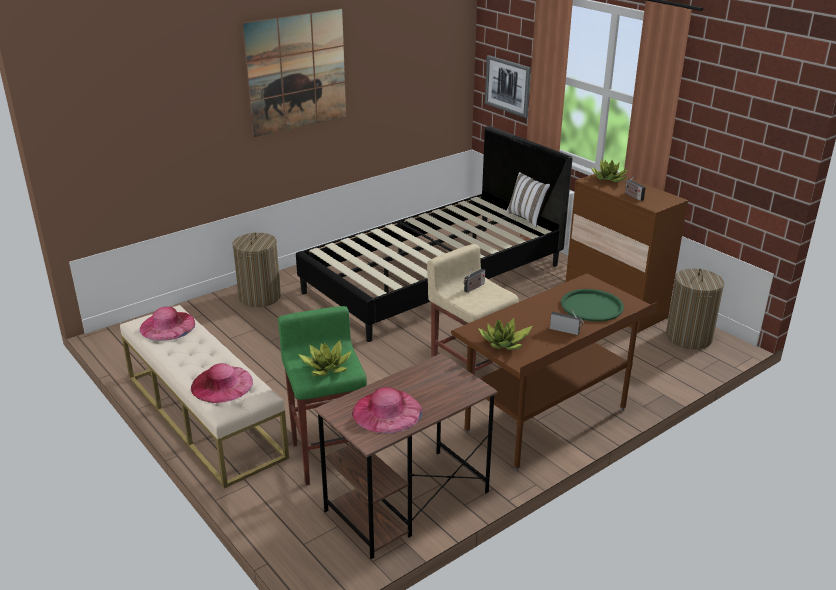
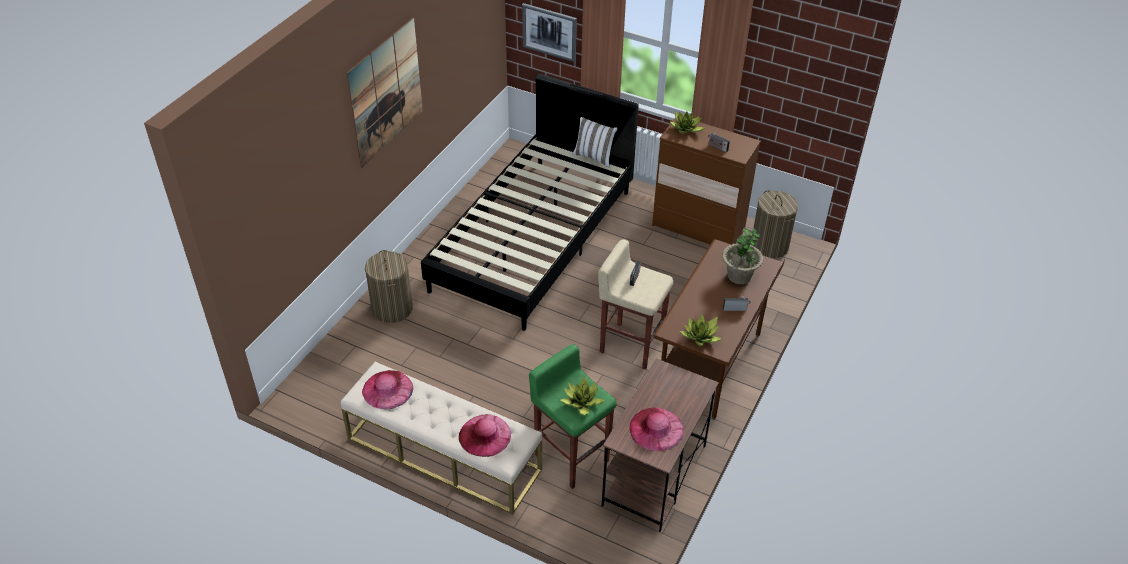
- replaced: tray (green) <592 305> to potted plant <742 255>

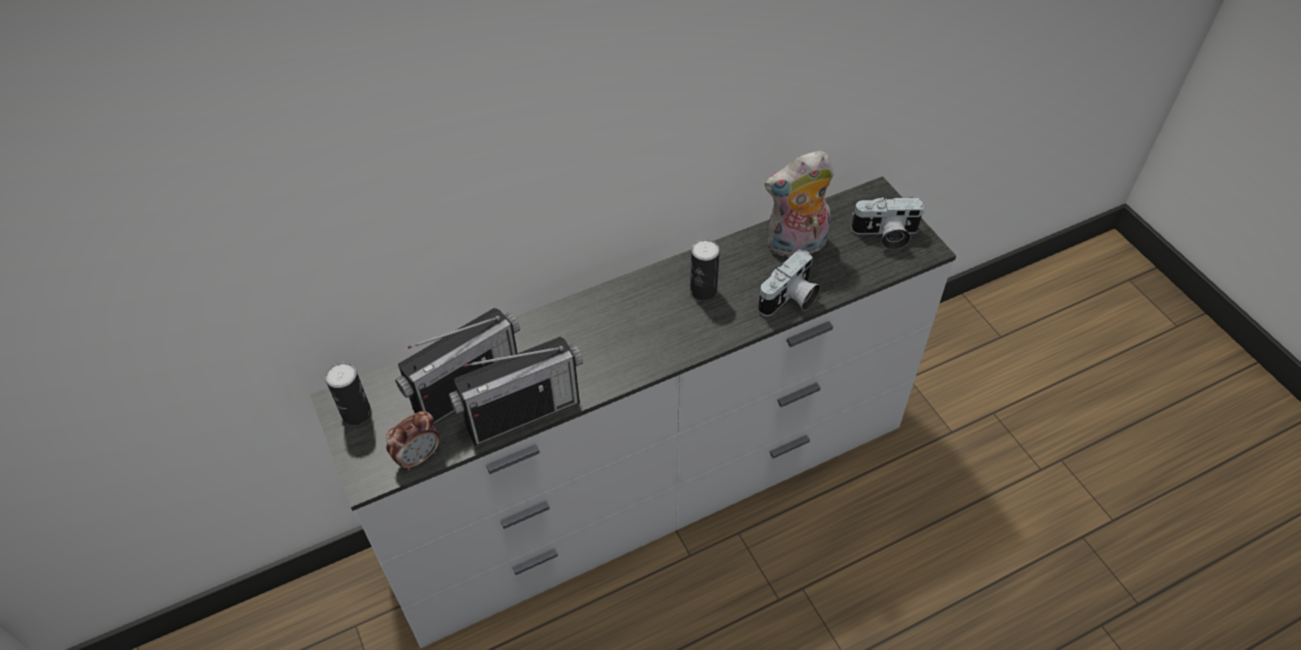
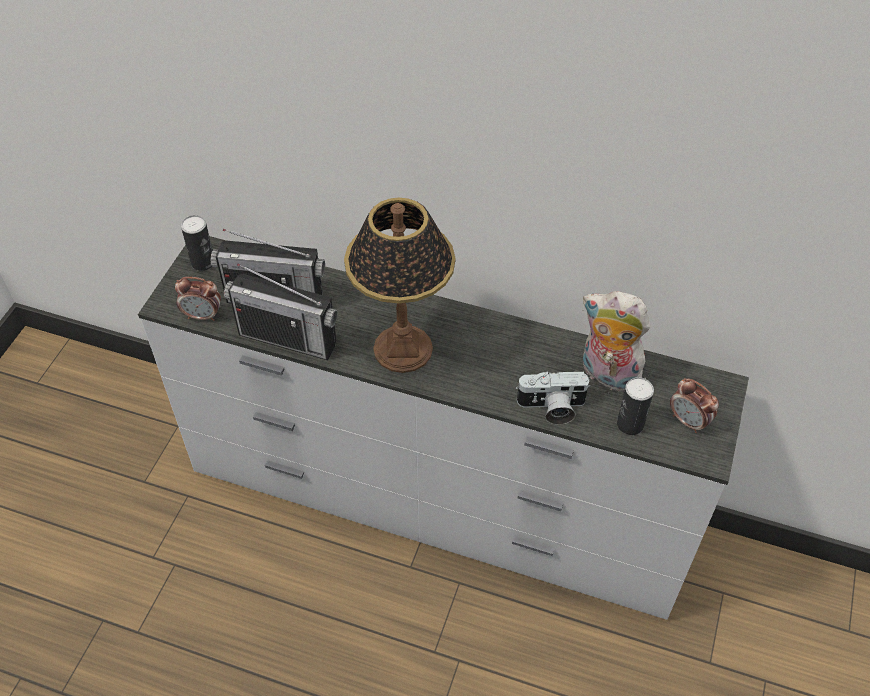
- moved: can <705 269> to <635 406>
- replaced: photo camera <888 223> to alarm clock <694 405>
- added: table lamp <399 285>

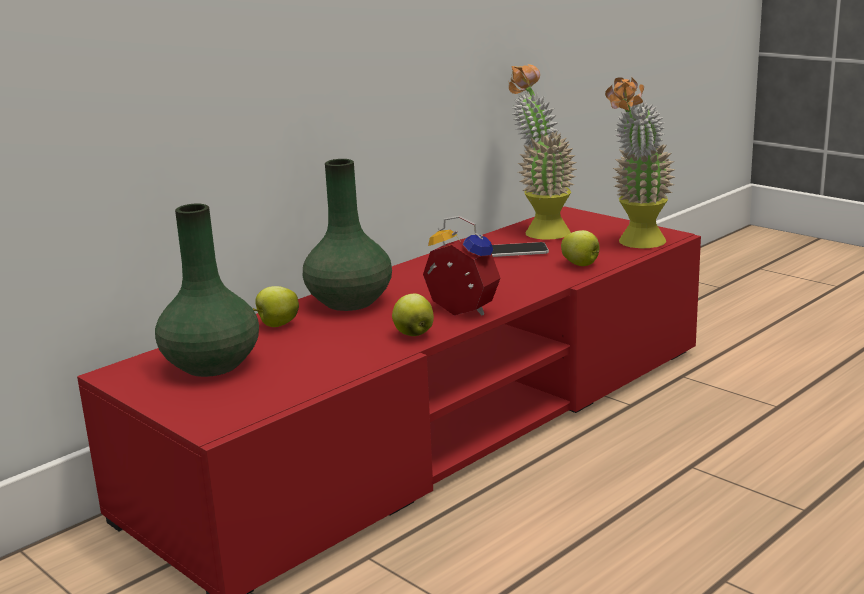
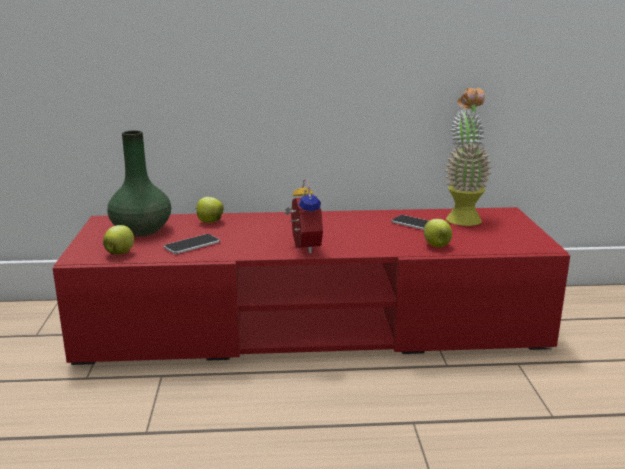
- removed: vase (green) <347 235>
- moved: apple <413 315> to <118 239>
- removed: potted plant <640 163>
- added: phone <192 244>

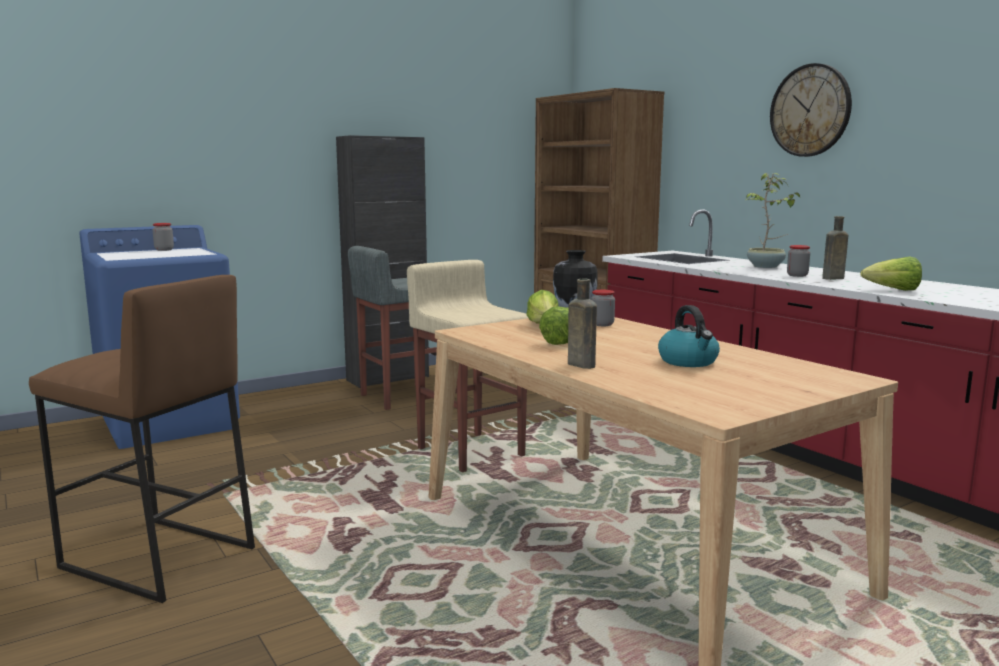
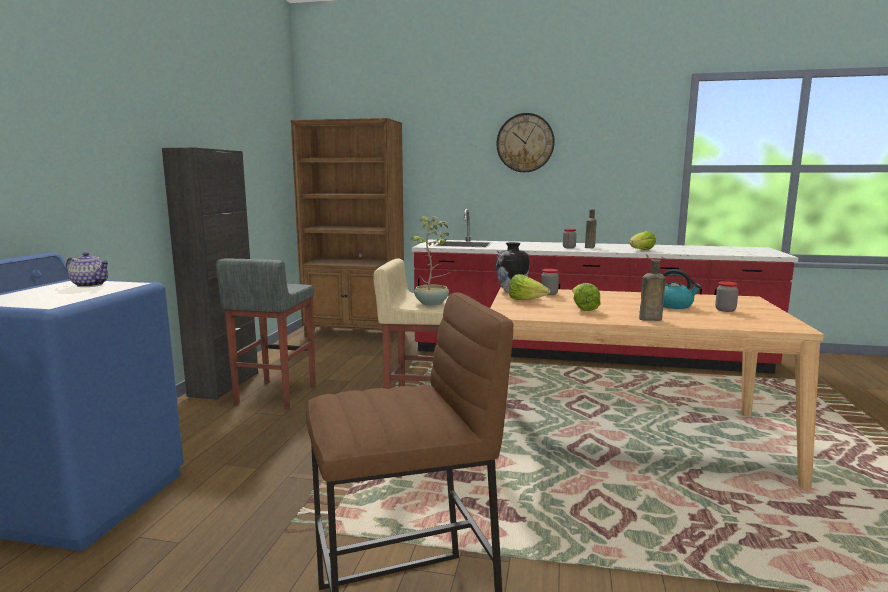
- moved: jar <163 237> to <727 296>
- moved: potted plant <773 220> to <431 261>
- added: teapot <87 269>

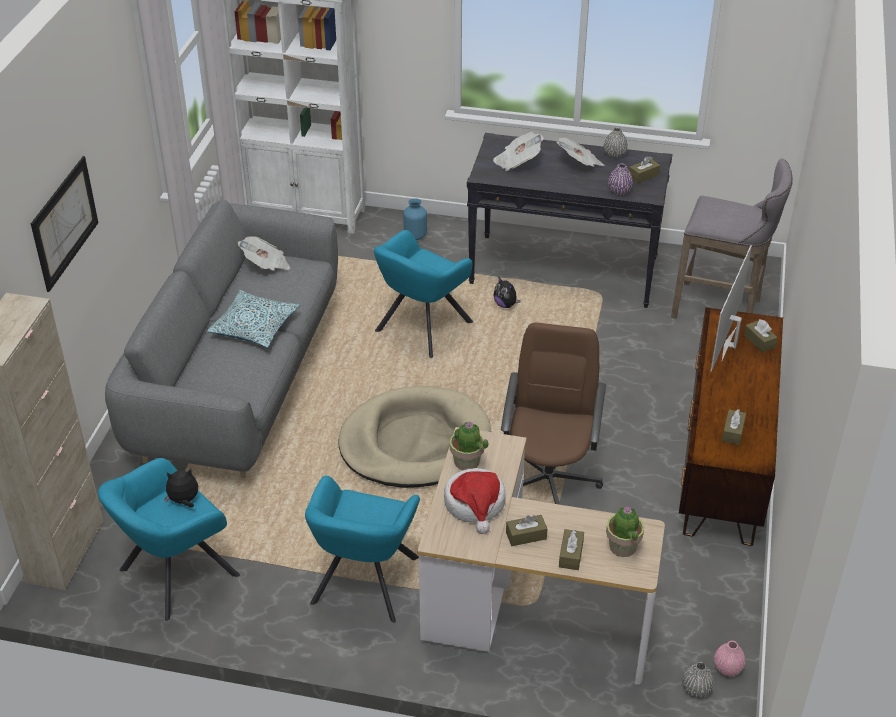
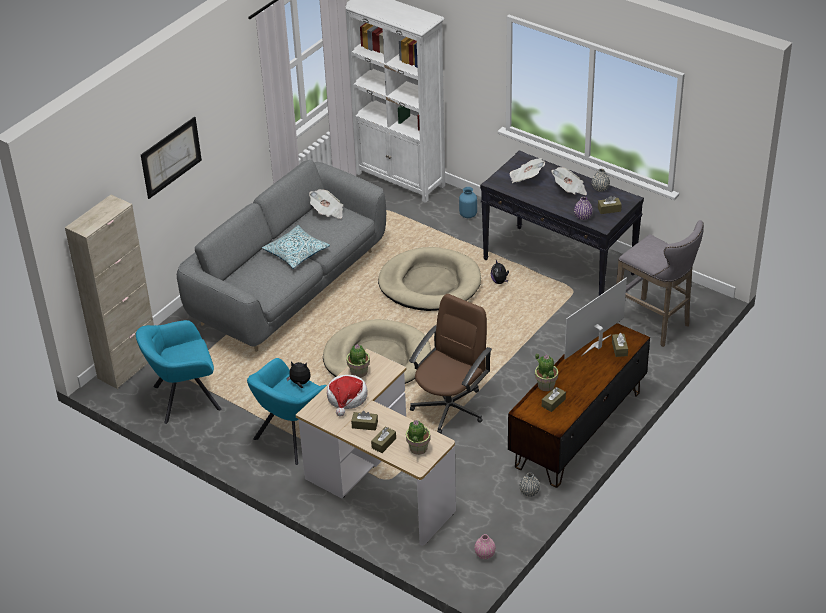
- moved: plush toy <181 488> to <298 375>
- replaced: armchair (turquoise) <423 294> to dog bed (beige) <429 279>
- moved: vase (grey) <698 680> to <529 484>
- added: potted plant <546 372>

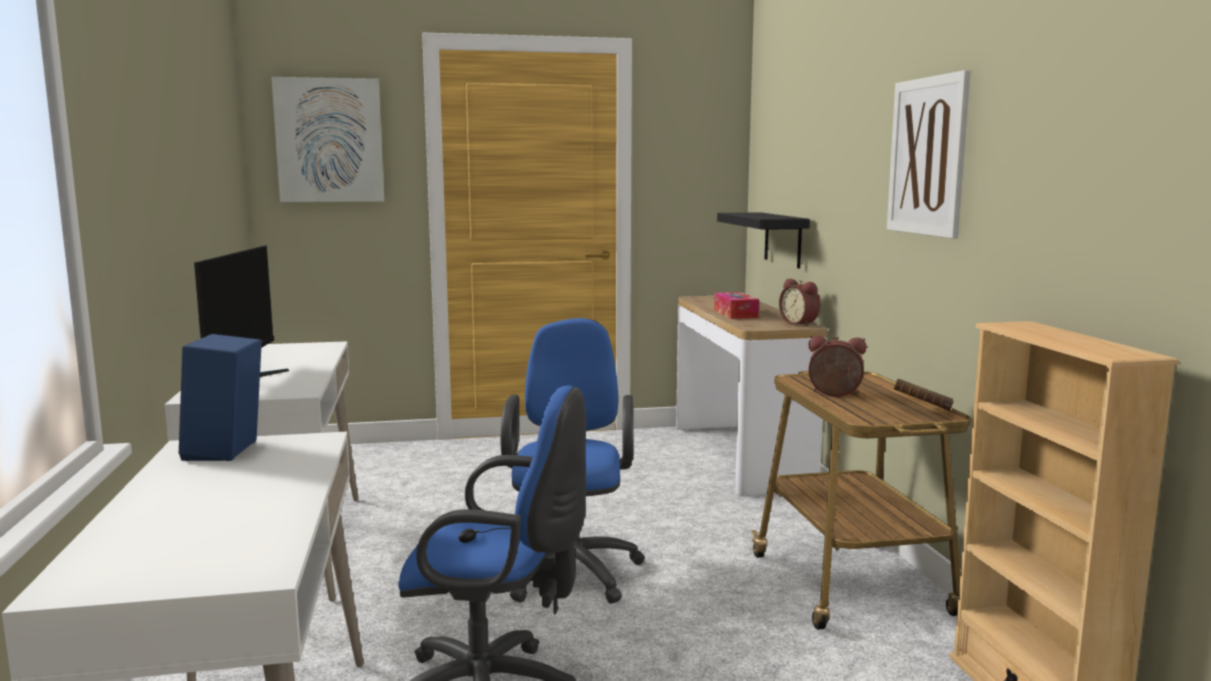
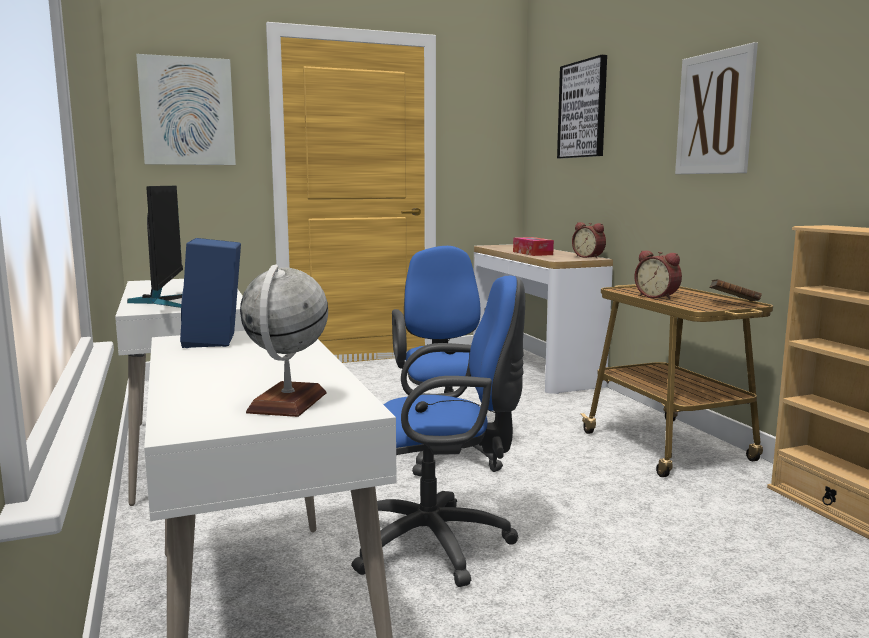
- removed: shelf (black) <763 240>
- turned: alarm clock <837 366> = <658 275> 135 degrees counterclockwise
- added: globe <284 341>
- added: picture <582 106>

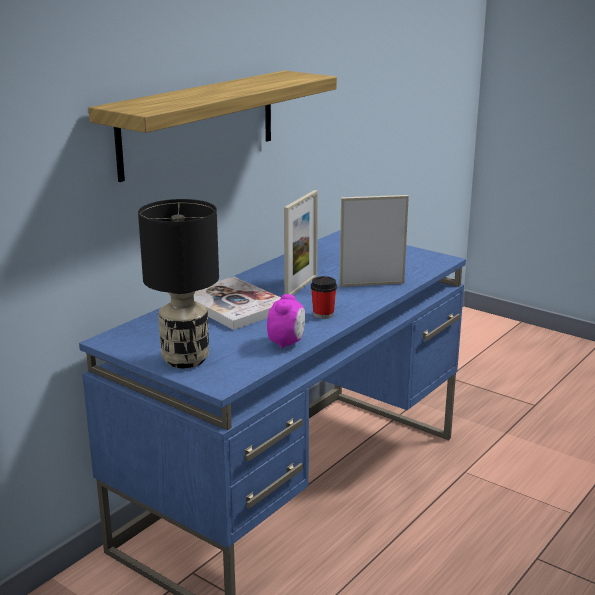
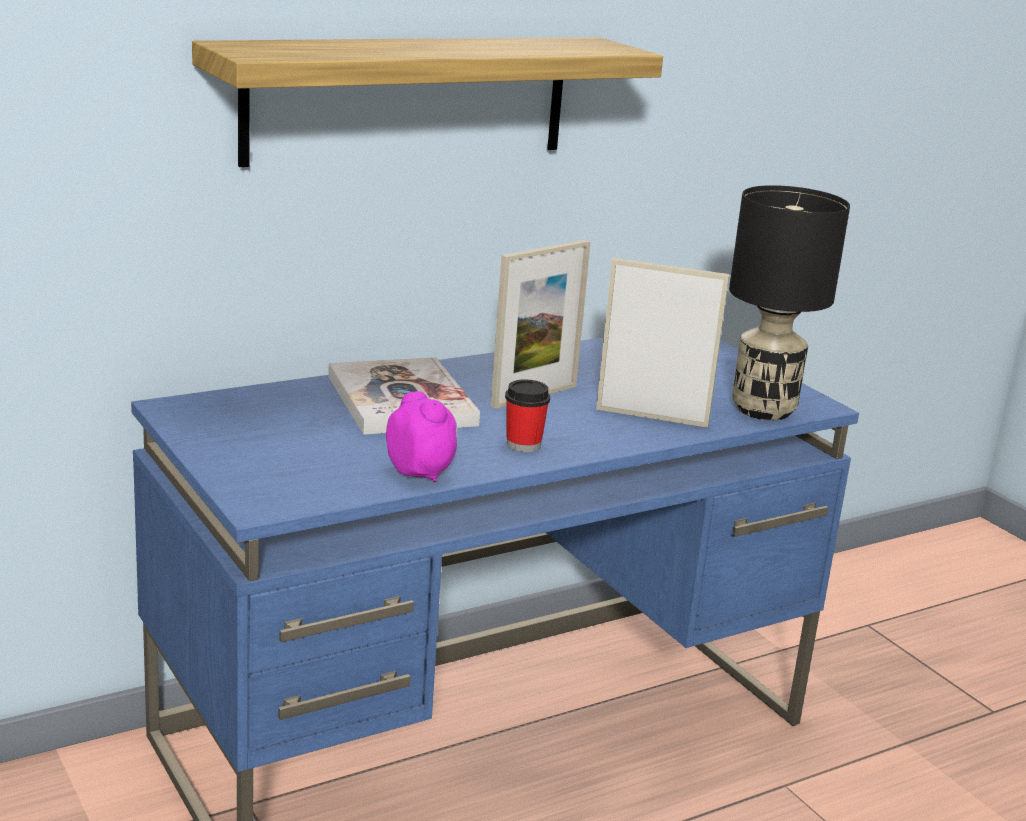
- moved: table lamp (black) <178 284> to <789 302>
- turned: alarm clock <286 321> = <421 436> 75 degrees counterclockwise

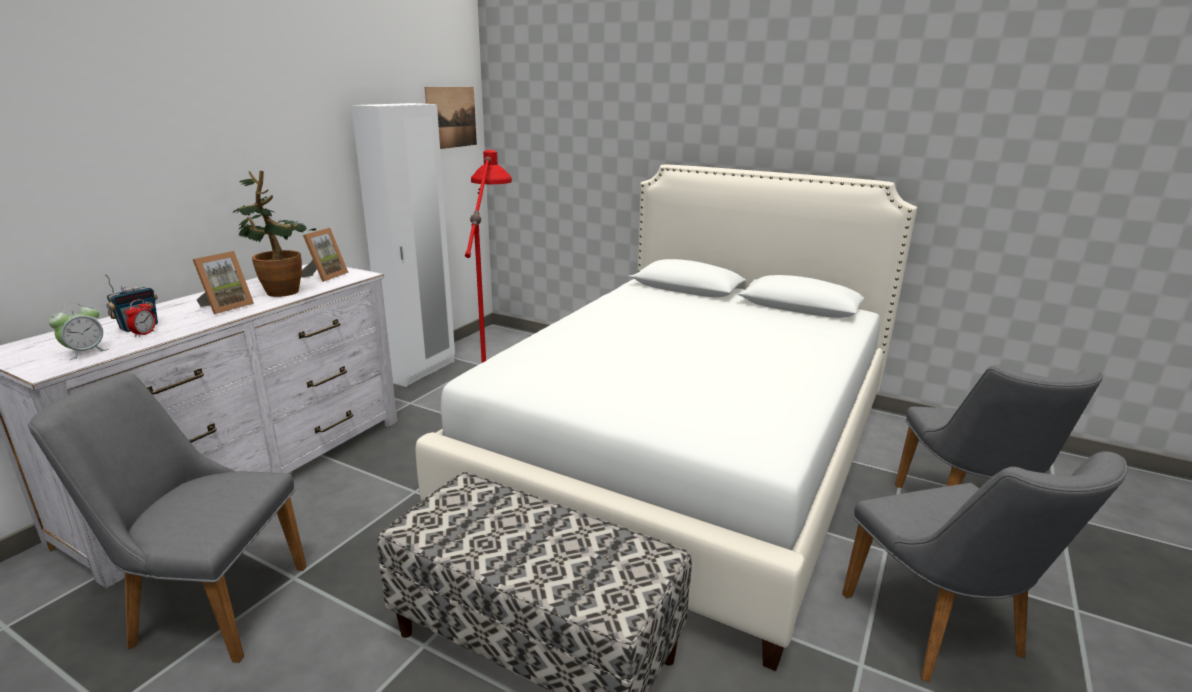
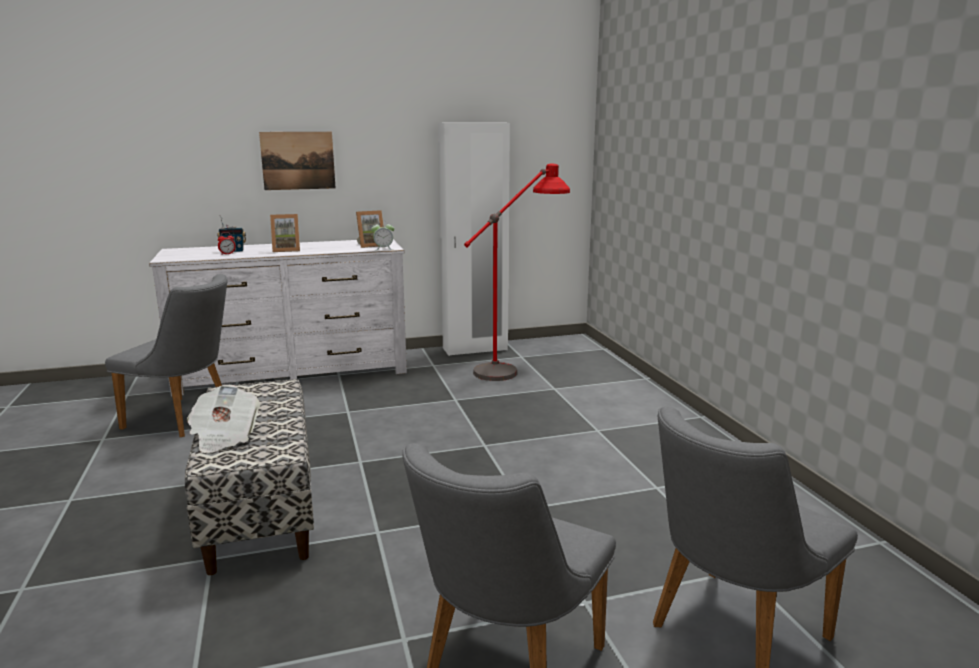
- turned: chair (grey) <167 518> = <166 355> 150 degrees clockwise
- moved: alarm clock <78 331> to <382 236>
- removed: potted plant <274 234>
- removed: bed (white) <666 418>
- moved: picture <451 118> to <297 161>
- added: newspaper <223 419>

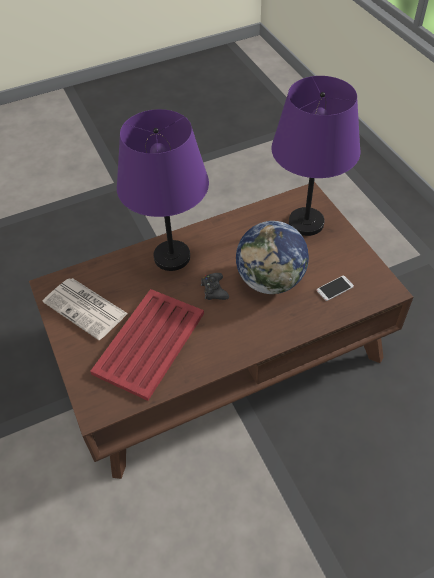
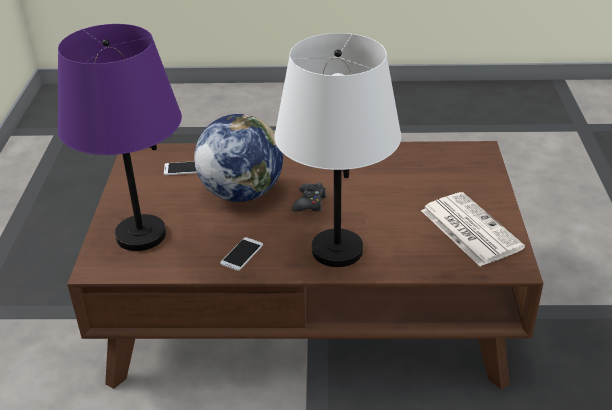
- removed: tray (red) <147 345>
- recoloured: table lamp (purple) <163 190> to table lamp (white) <337 150>
- added: phone <241 254>

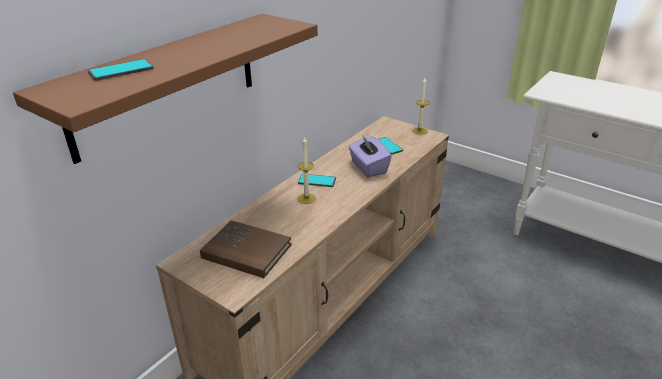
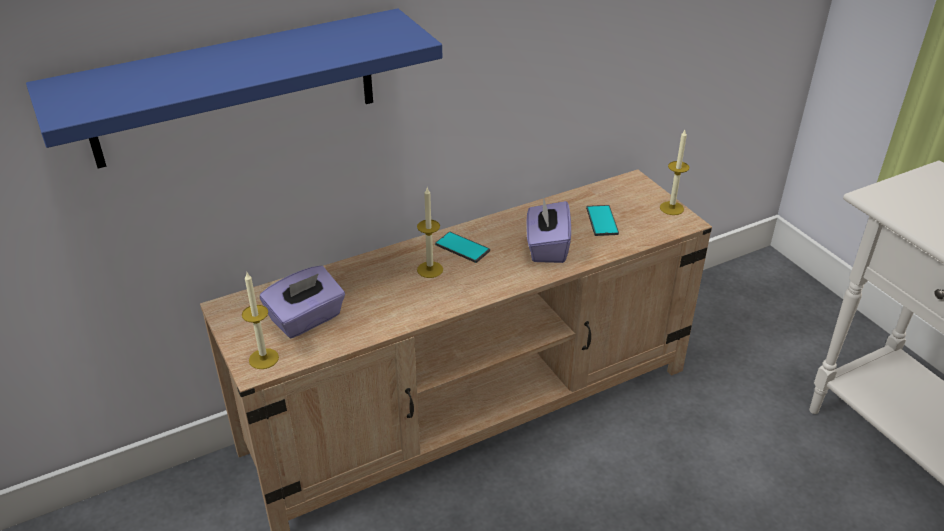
- recoloured: shelf (brown) <165 89> to shelf (blue) <234 88>
- removed: phone <121 70>
- replaced: book (brown) <245 249> to tissue box (purple) <302 302>
- added: candle <260 321>

